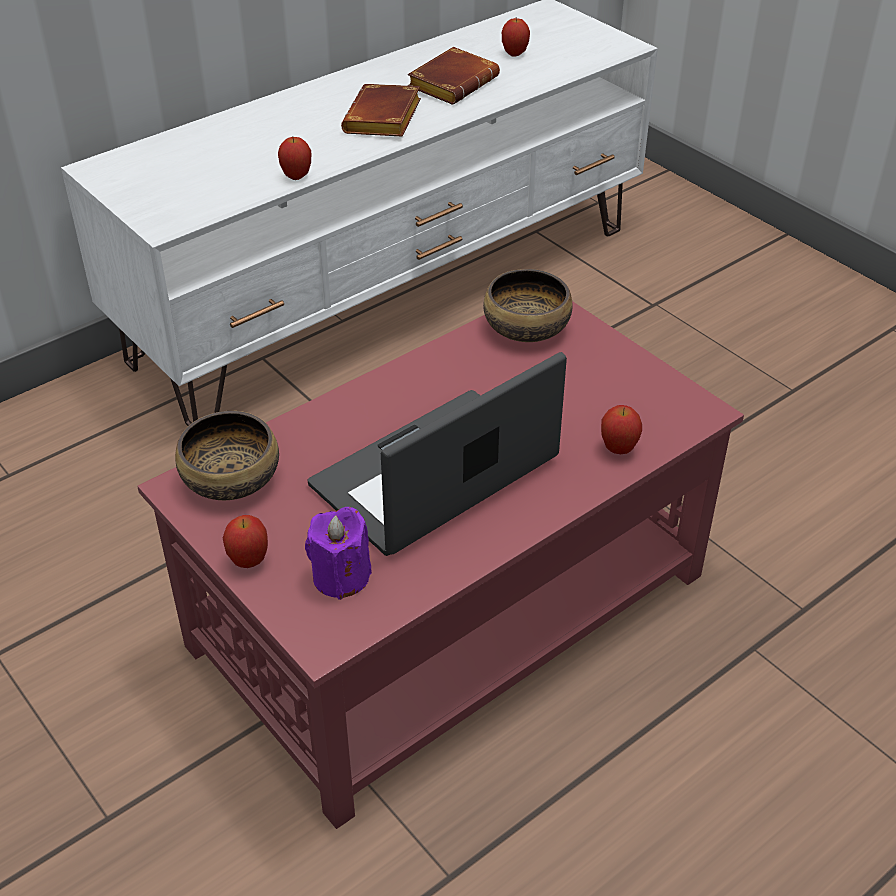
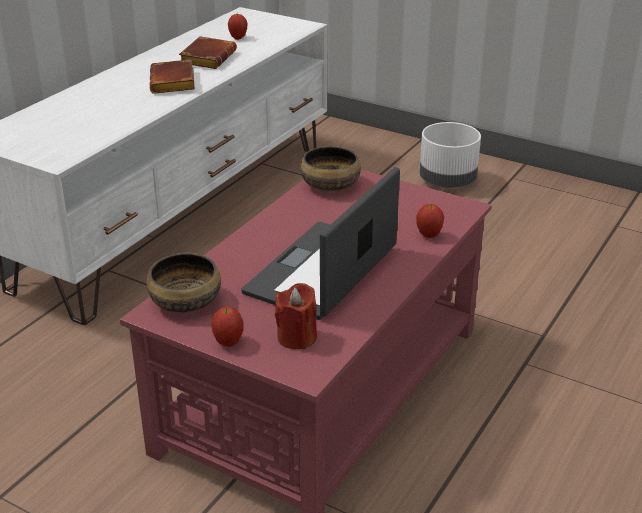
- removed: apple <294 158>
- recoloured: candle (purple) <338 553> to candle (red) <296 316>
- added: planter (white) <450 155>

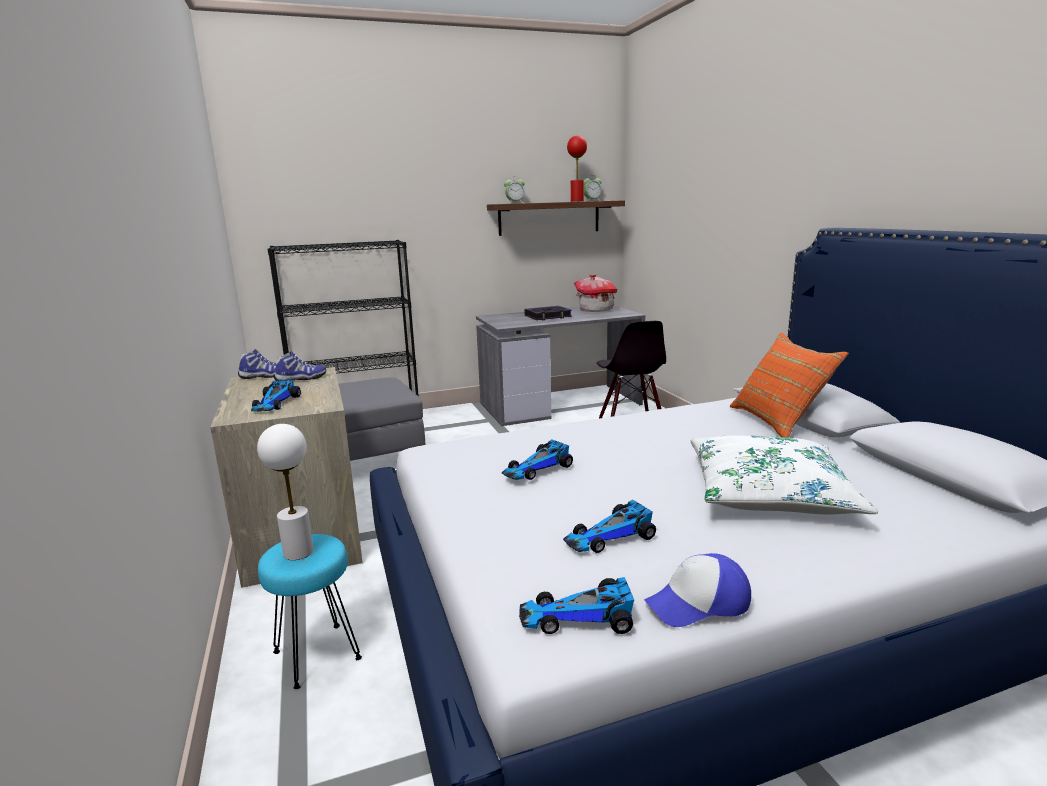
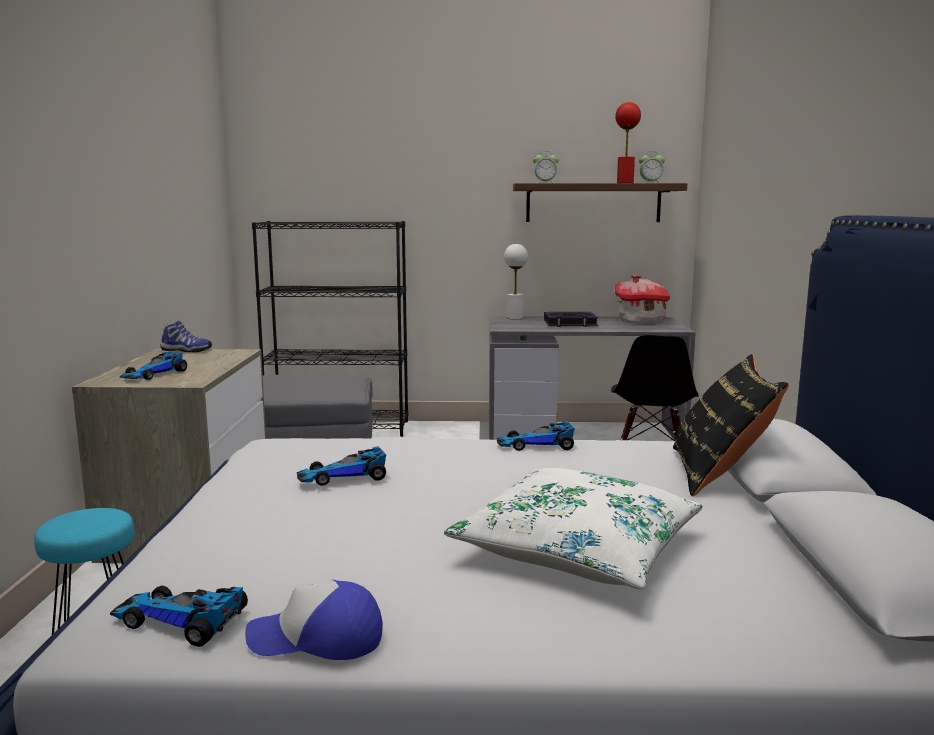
- moved: table lamp (white) <285 492> to <516 281>
- removed: shoe <300 366>
- moved: toy car <609 526> to <536 436>
- recoloured: pillow (orange) <789 385> to pillow (black) <731 425>

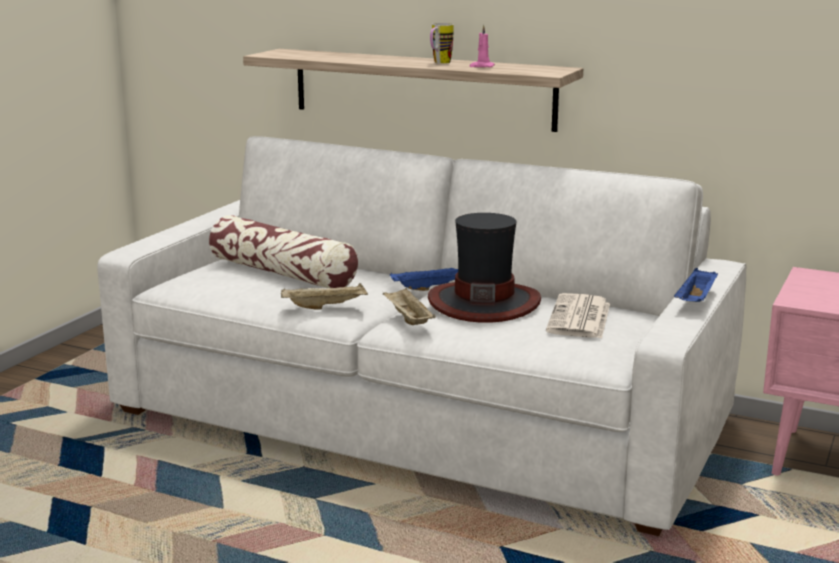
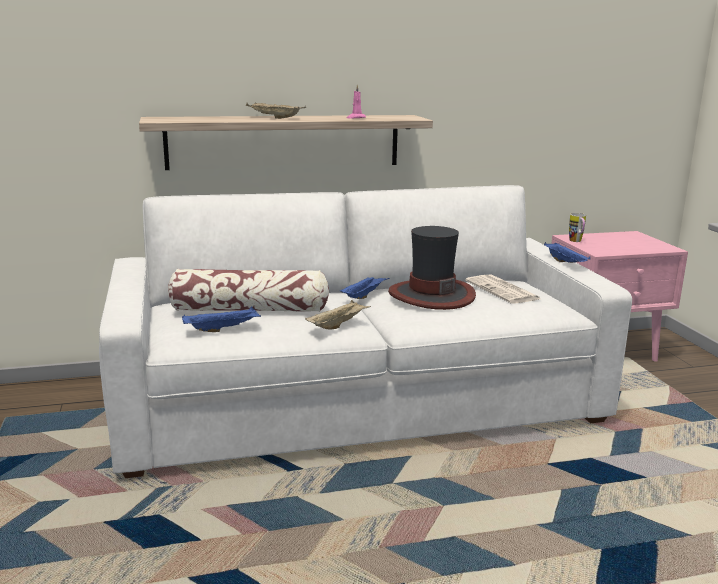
- moved: tray (beige) <409 306> to <276 110>
- moved: mug <442 43> to <577 227>
- added: tray (blue) <221 319>

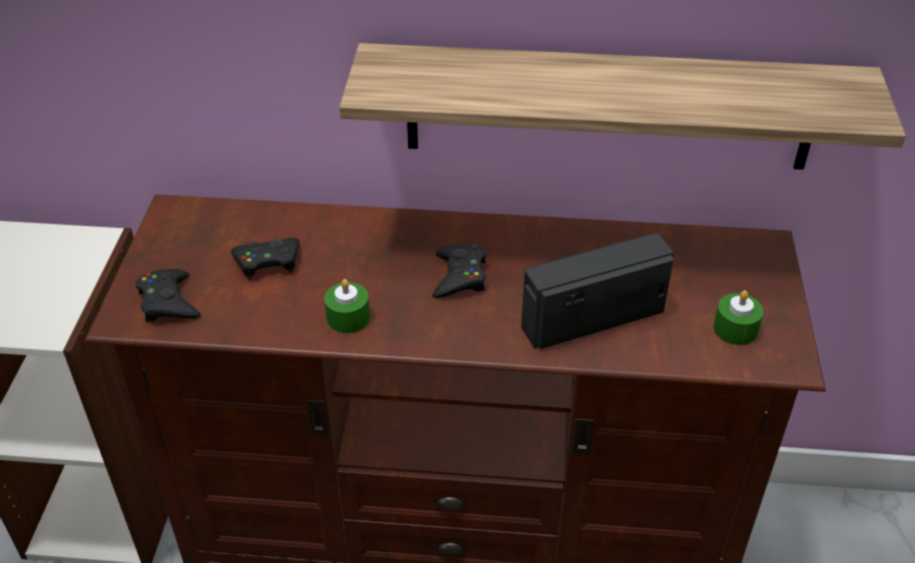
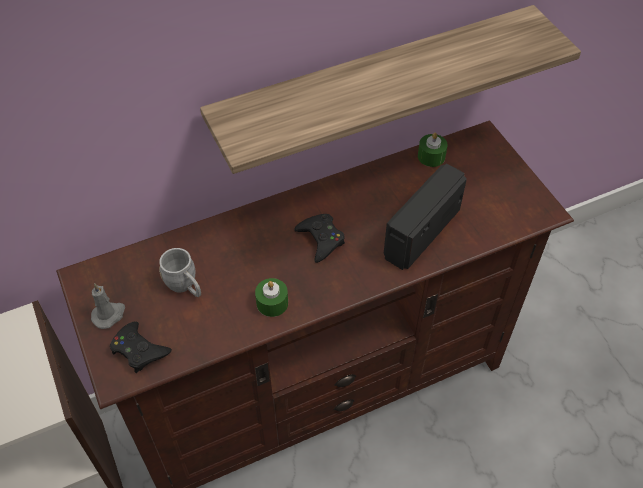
- replaced: game controller (black) <265 258> to mug (grey) <180 272>
- moved: candle (green) <738 317> to <433 150>
- added: candle (grey) <108 306>

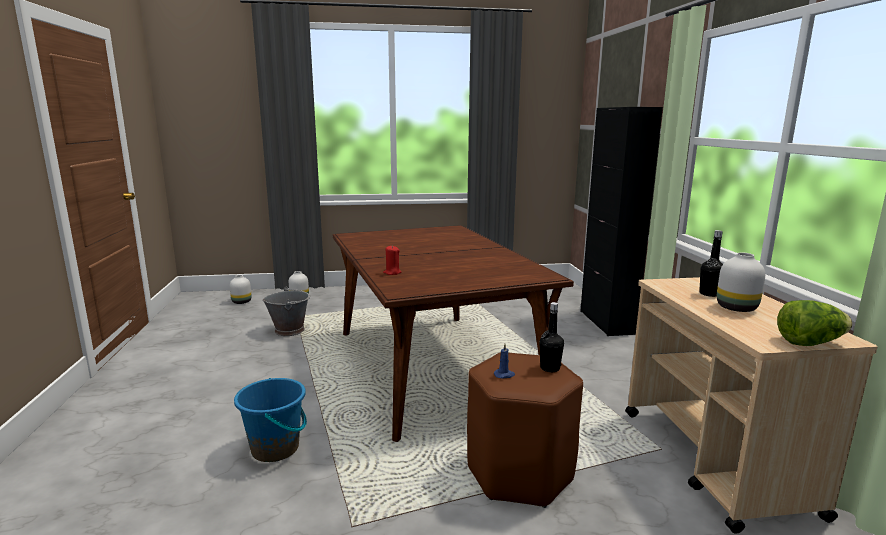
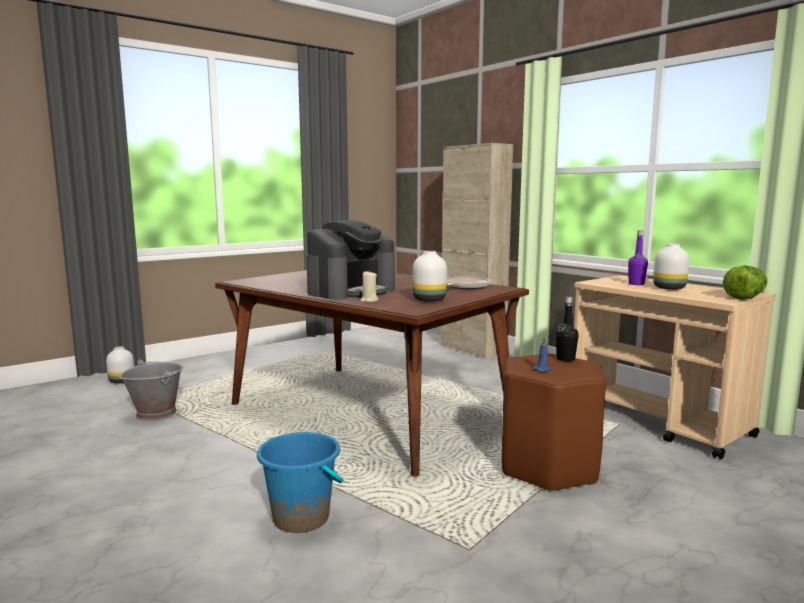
- moved: vase (white) <241 289> to <429 276>
- recoloured: candle (red) <392 260> to candle (beige) <369 286>
- recoloured: cabinet (black) <621 221> to cabinet (beige) <477 251>
- recoloured: bottle (black) <711 263> to bottle (purple) <638 258>
- added: coffee machine <350 260>
- added: frying pan <468 283>

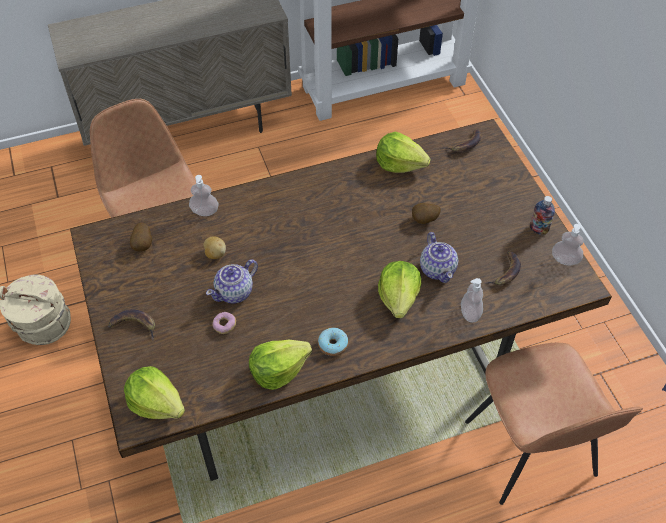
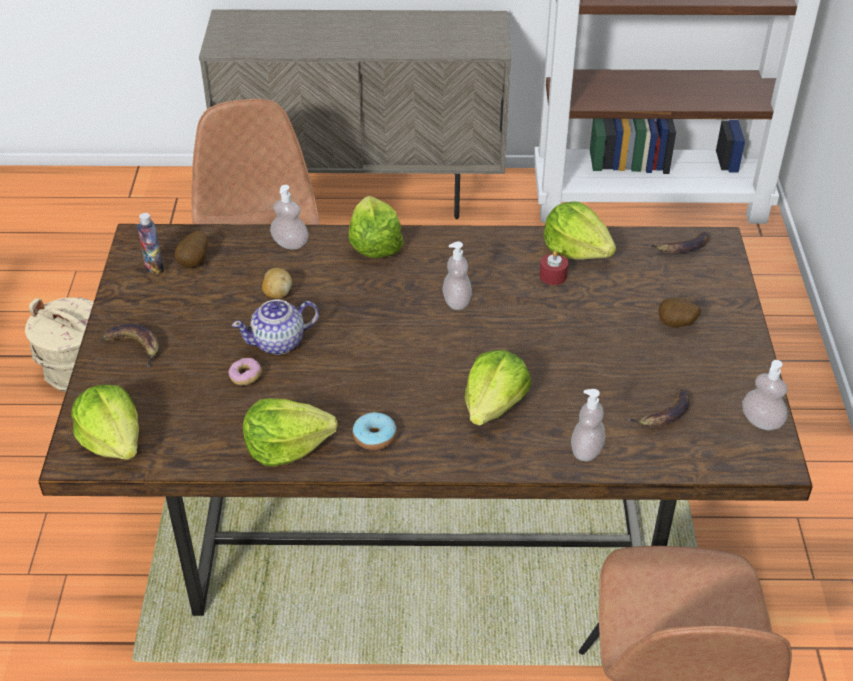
- moved: potato <426 213> to <679 312>
- removed: teapot <439 257>
- moved: bottle <542 215> to <150 244>
- added: lettuce <376 227>
- added: soap dispenser <457 276>
- added: candle (red) <554 267>

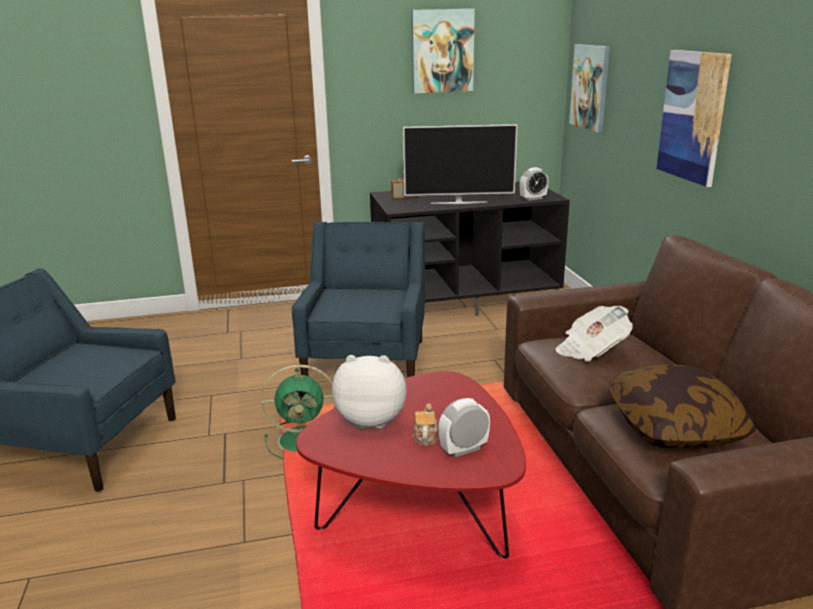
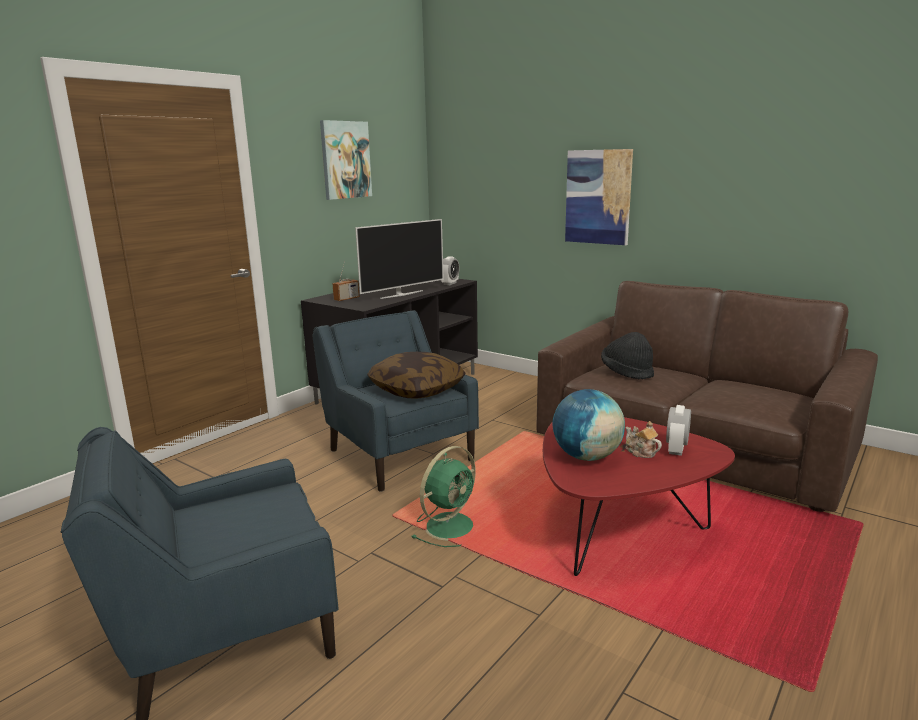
- replaced: plush toy <369 391> to globe <588 425>
- replaced: newspaper <594 334> to hat (black) <627 355>
- removed: picture <589 88>
- moved: pillow <682 406> to <416 375>

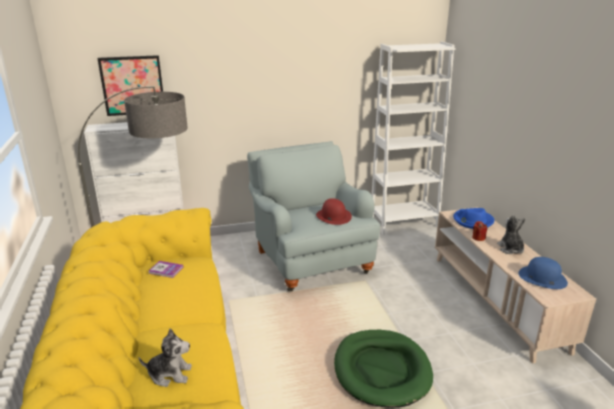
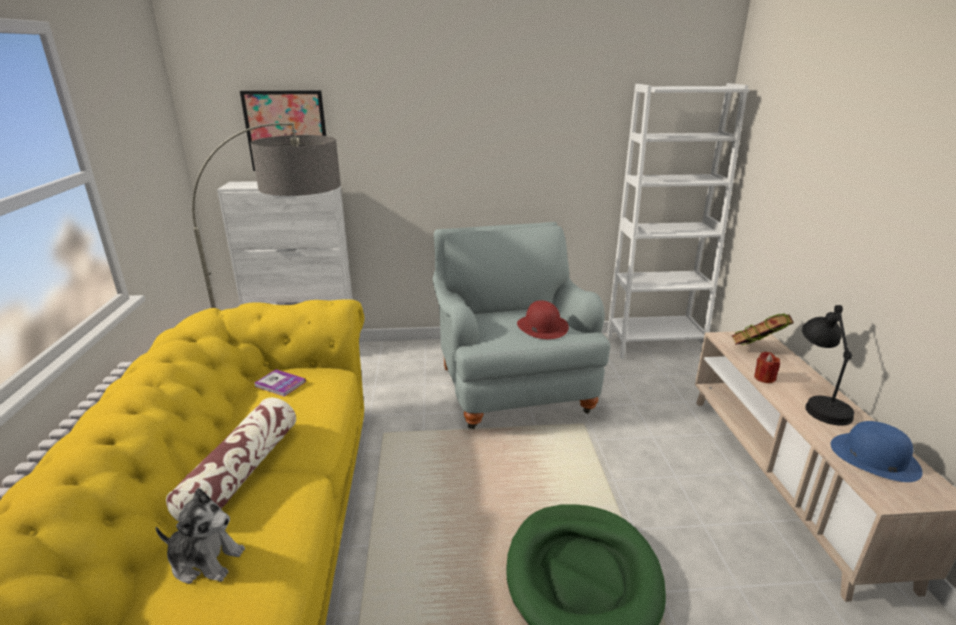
- replaced: hat (blue) <473 218> to book <762 329>
- replaced: plush toy <511 234> to table lamp (black) <828 365>
- added: pillow <231 460>

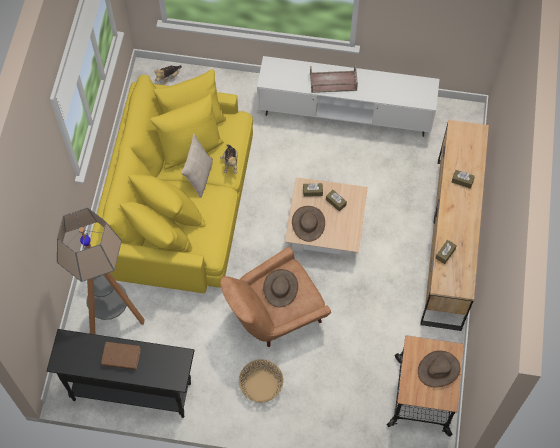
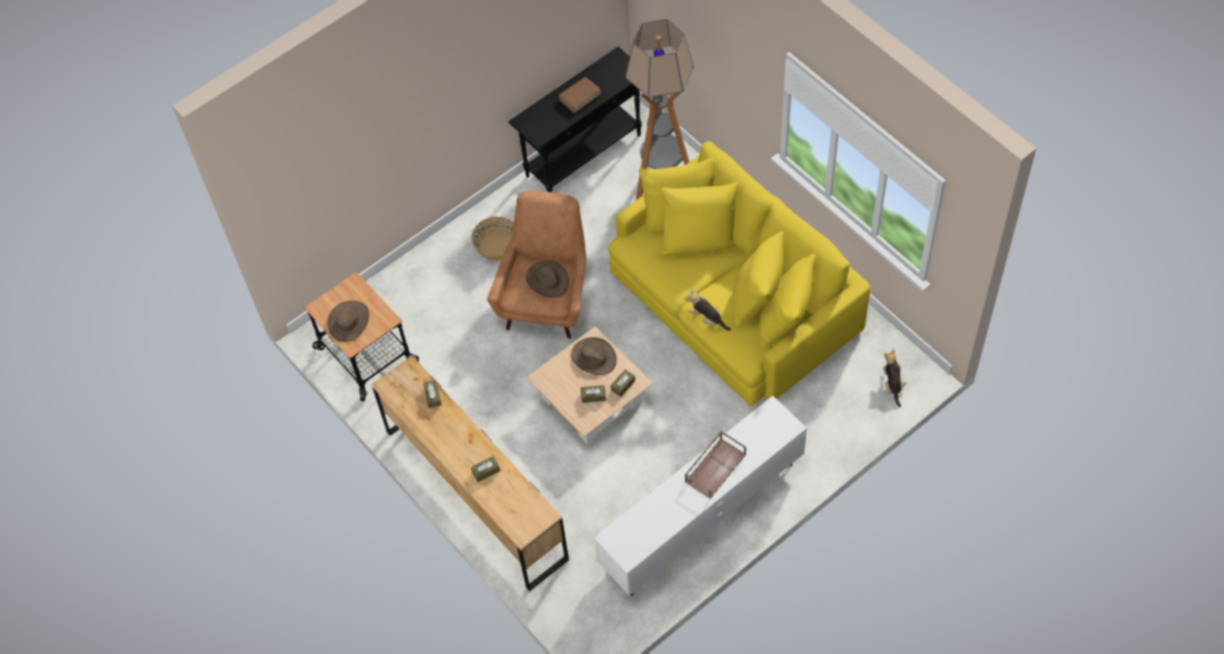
- removed: pillow (beige) <197 166>

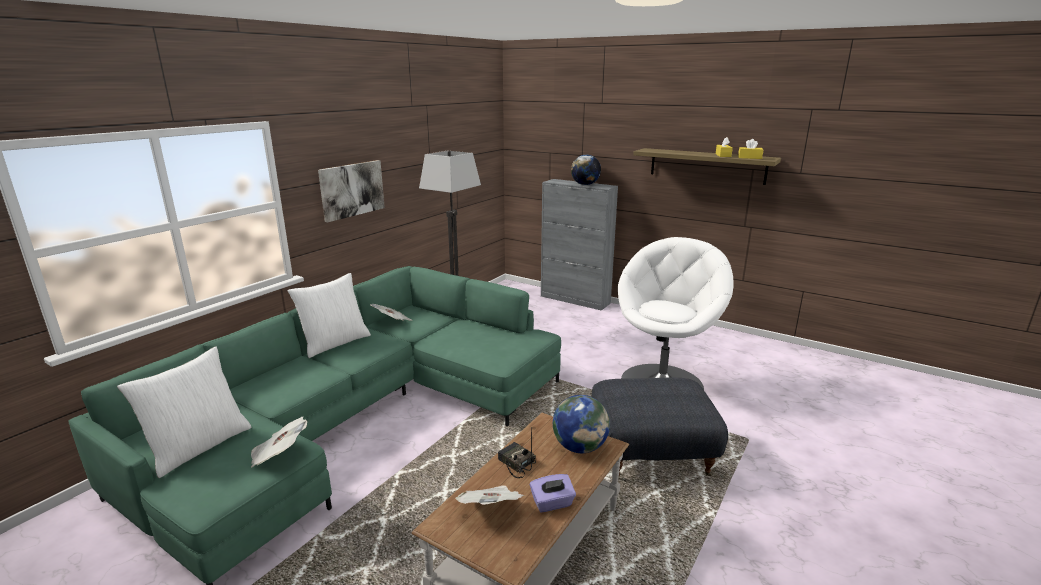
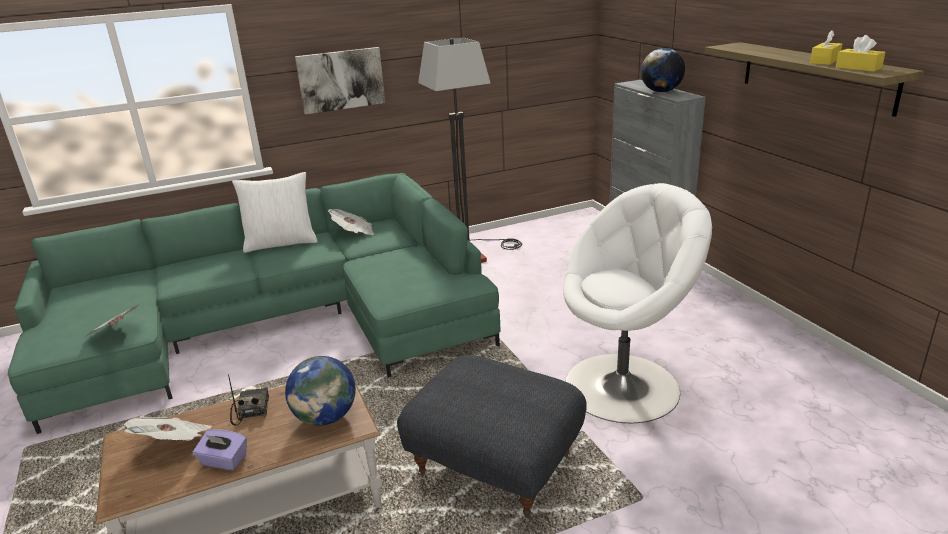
- removed: pillow (white) <184 412>

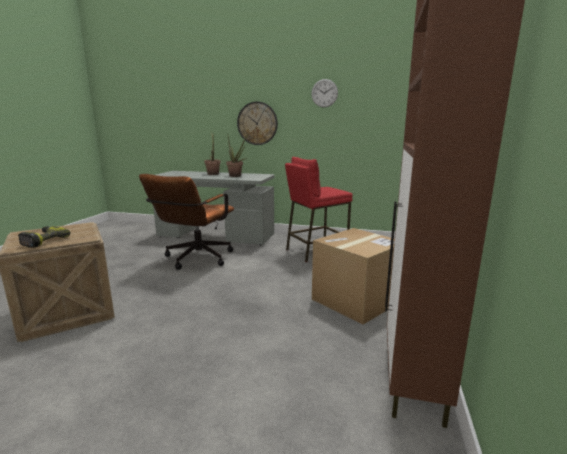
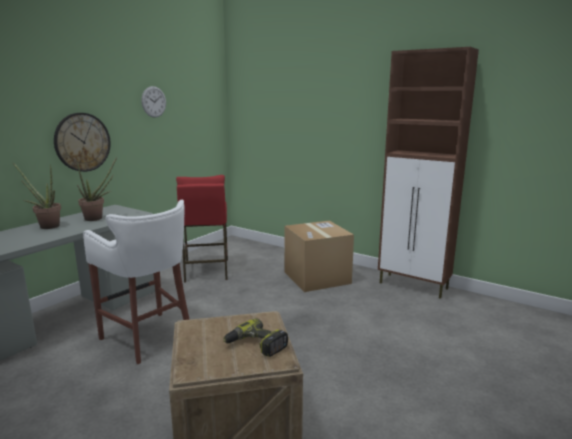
- replaced: office chair (brown) <186 222> to stool (white) <136 282>

